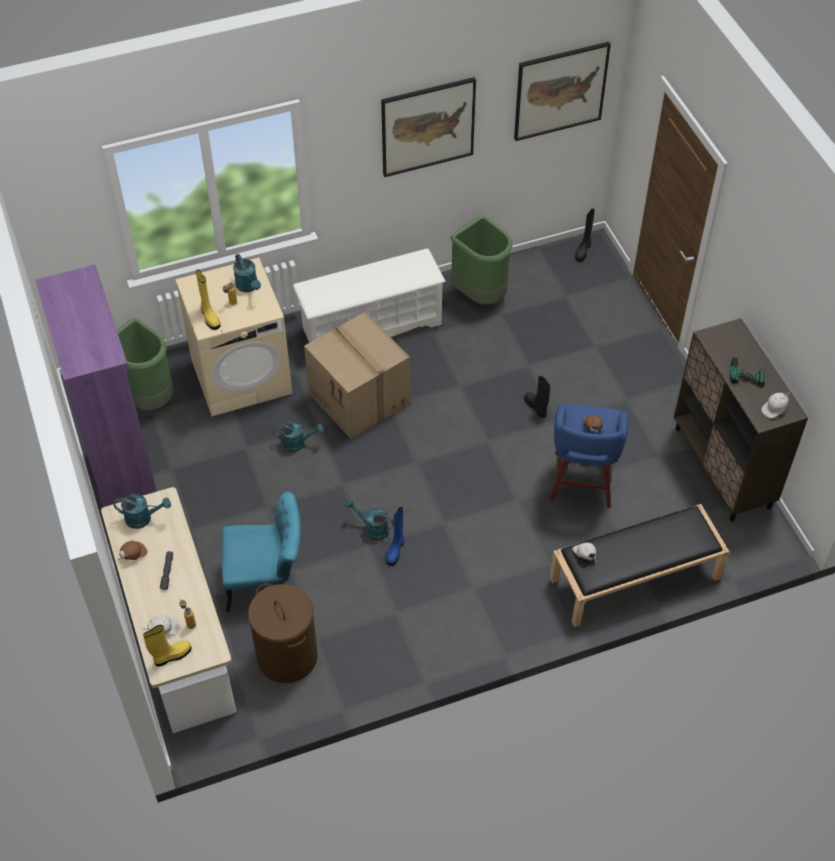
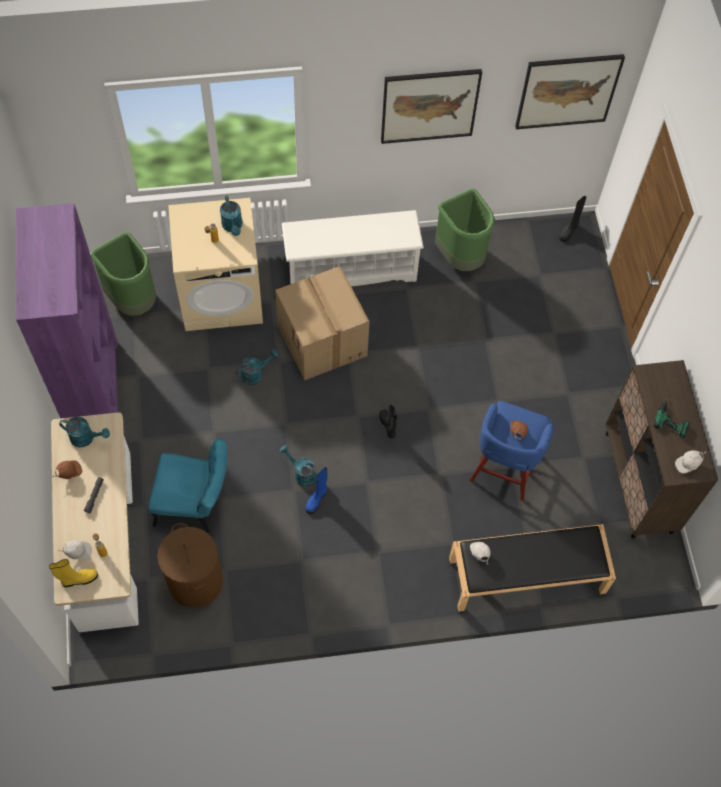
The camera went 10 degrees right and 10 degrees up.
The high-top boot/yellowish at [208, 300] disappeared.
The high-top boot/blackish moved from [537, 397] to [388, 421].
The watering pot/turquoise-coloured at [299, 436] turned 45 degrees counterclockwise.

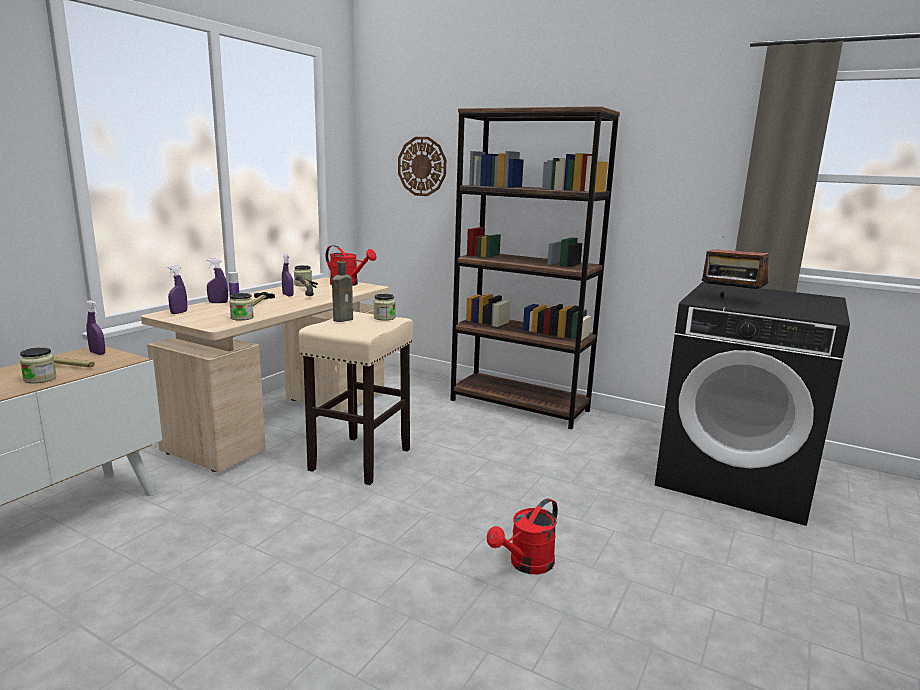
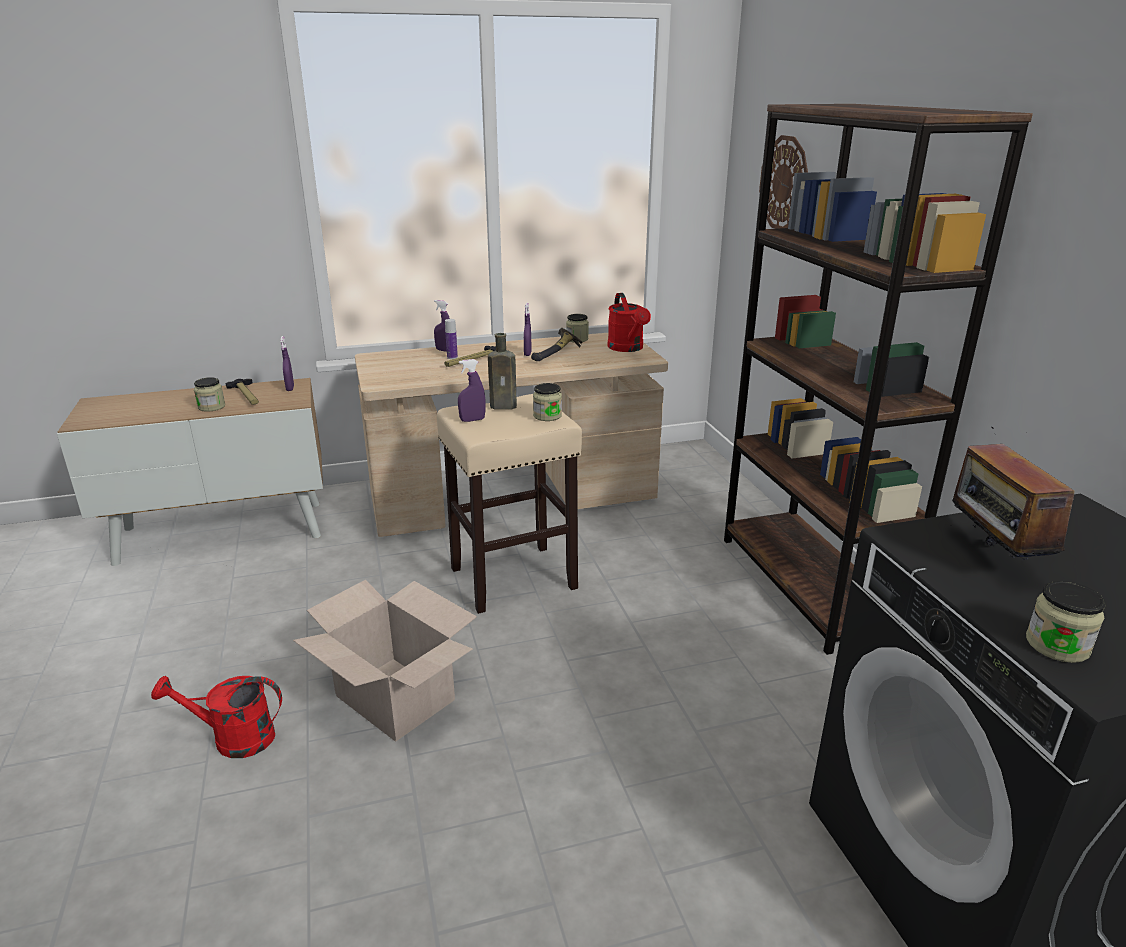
The camera went 45 degrees right and 10 degrees up.
The cardboard box at [385, 661] appeared.
The spray bottle/purple moved from [177, 289] to [471, 390].
The preserve jar moved from [241, 307] to [1066, 622].
The watering pot/reddish moved from [522, 536] to [216, 717].

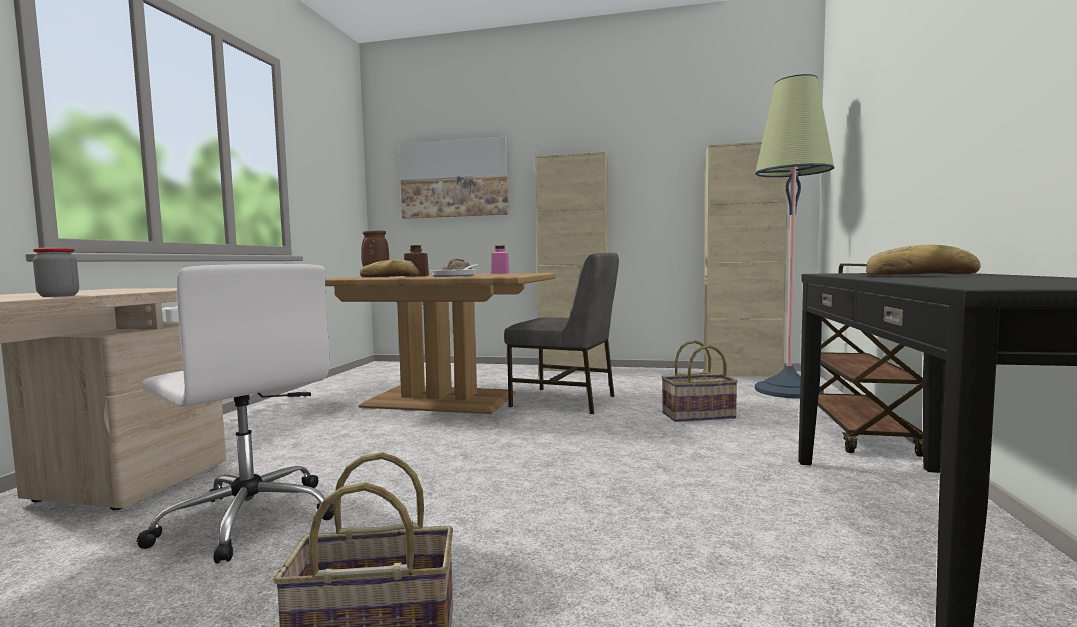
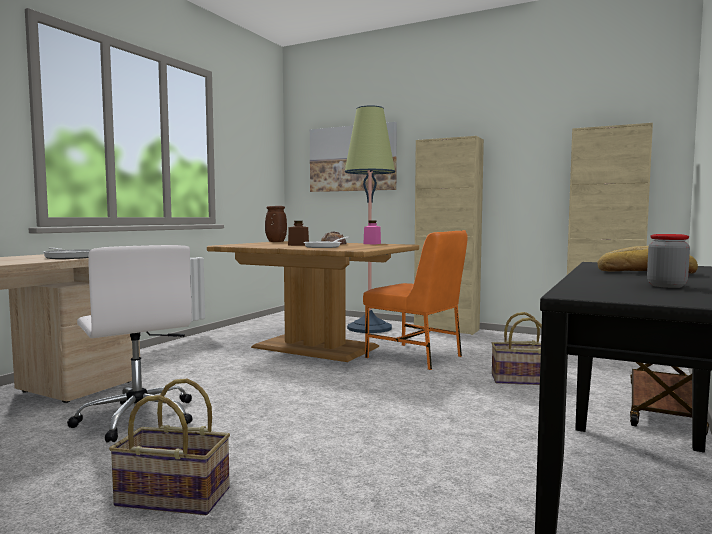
The camera went 15 degrees right and 0 degrees up.
The bakery bread at [389, 268] disappeared.
The skillet at [66, 253] appeared.
The preserve jar moved from [56, 272] to [668, 261].
The standing lamp moved from [795, 236] to [370, 219].
The upright chair/grey at [561, 333] became the upright chair/orangey at [415, 300].

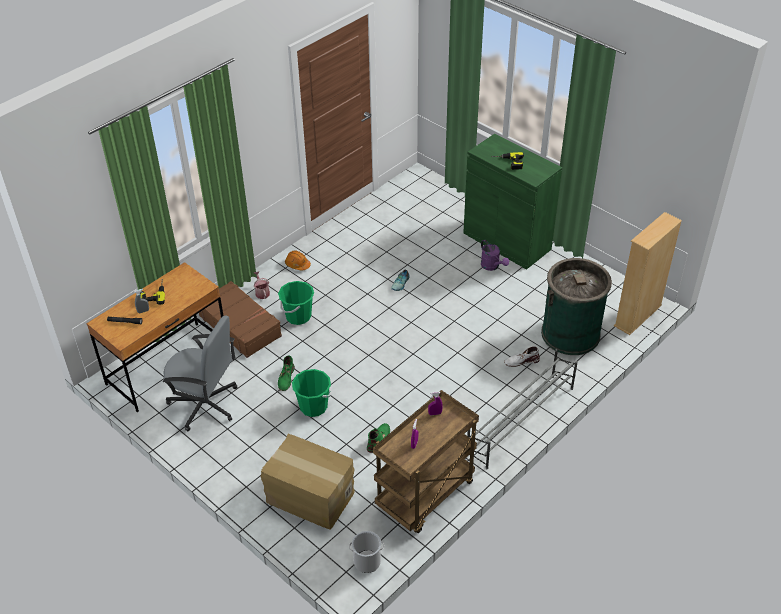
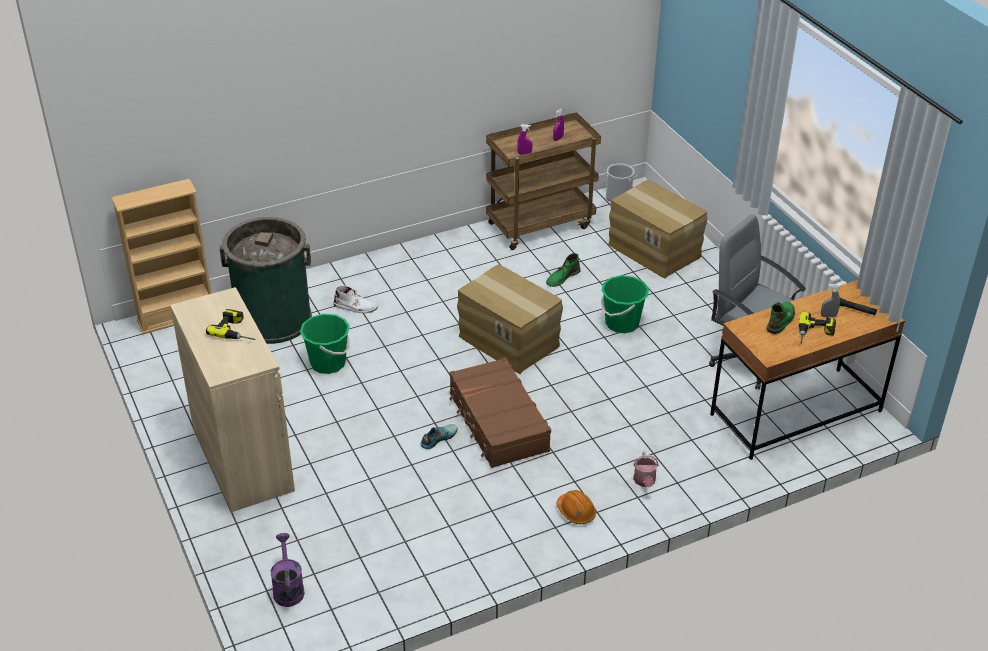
The camera went 160 degrees left and 5 degrees down.
The shoe shelf/grey at [522, 409] disappeared.
The cardboard box at [510, 319] appeared.
The travel case/brownish moved from [240, 319] to [500, 412].
The pail/green moved from [296, 303] to [325, 344].
The high-top boot/green moved from [286, 373] to [781, 317].
The watering pot/purple moved from [495, 255] to [288, 570].
The storage cabinet/green at [512, 202] became the storage cabinet/beige at [232, 399].

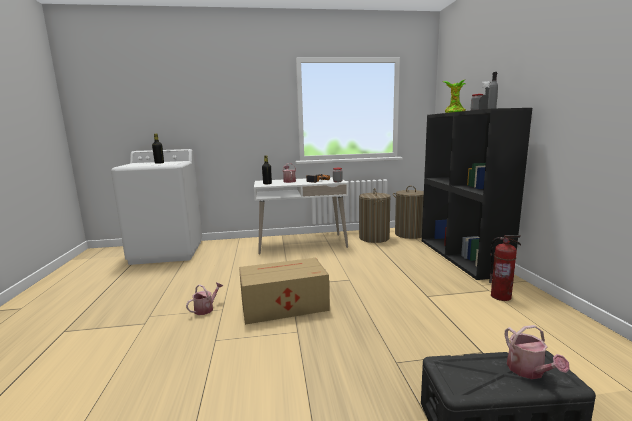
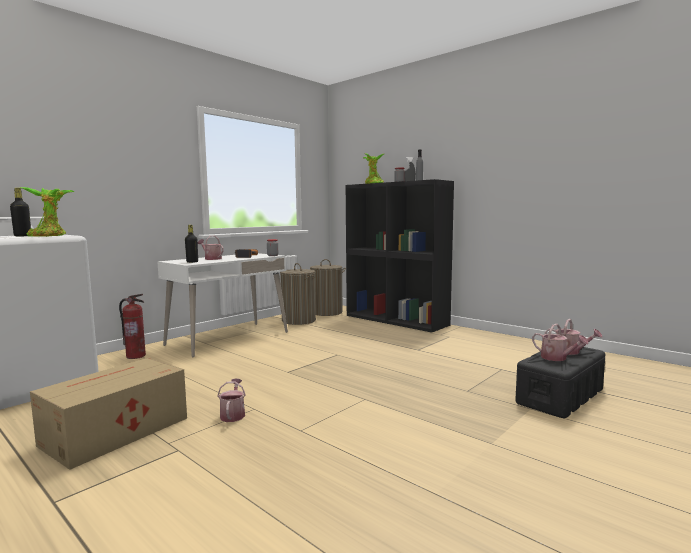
The camera went 40 degrees left and 5 degrees down.
The plant in a pot at [47, 212] appeared.
The watering pot at [560, 342] appeared.
The cardboard box moved from [284, 291] to [108, 414].
The fire extinguisher moved from [505, 268] to [132, 326].

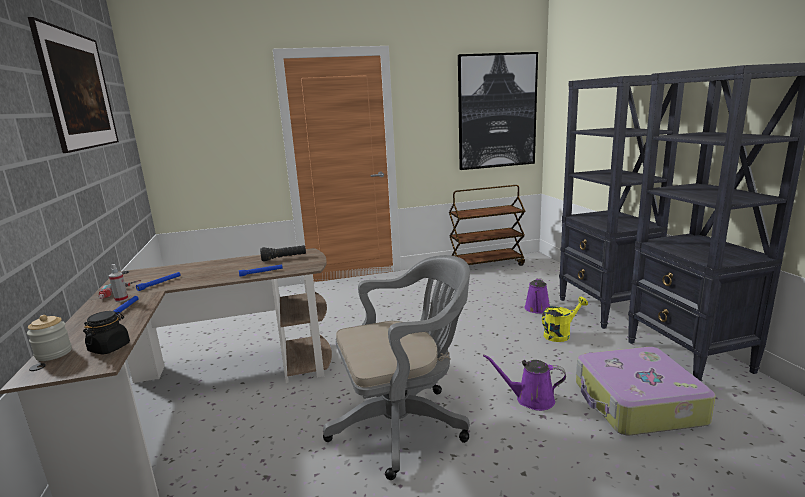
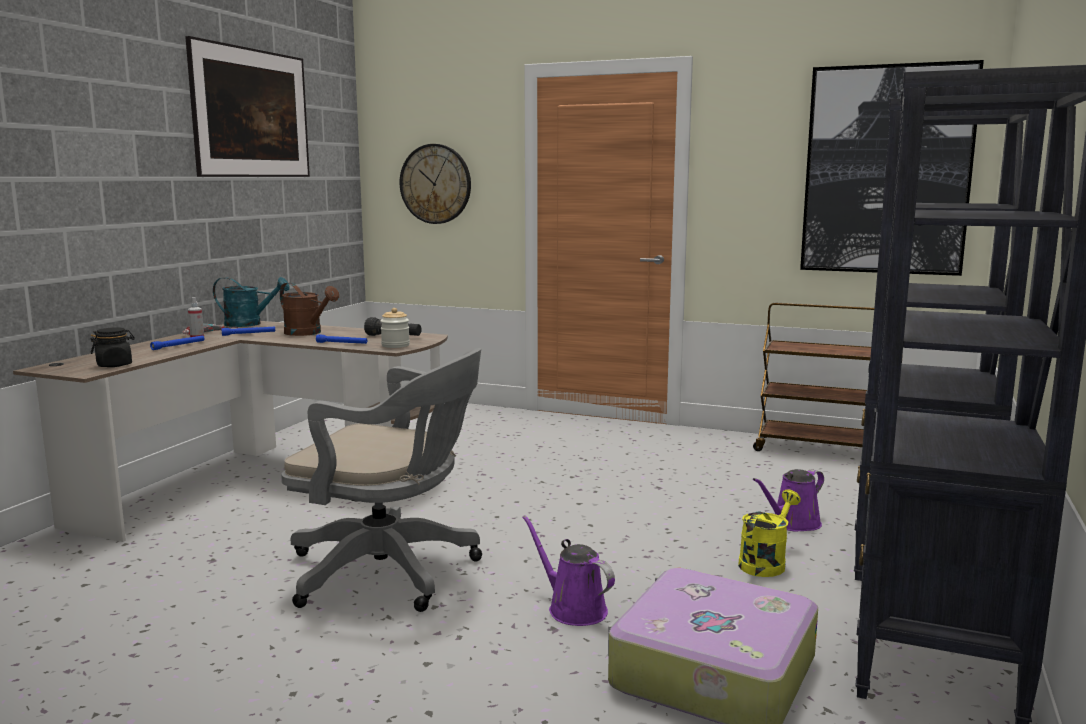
The camera went 35 degrees right and 5 degrees down.
The watering pot/turquoise-coloured at [251, 302] appeared.
The watering pot/brownish at [309, 309] appeared.
The wall clock at [435, 184] appeared.
The preserve jar moved from [49, 338] to [395, 328].
The watering pot/yellowish at [565, 319] turned 60 degrees counterclockwise.

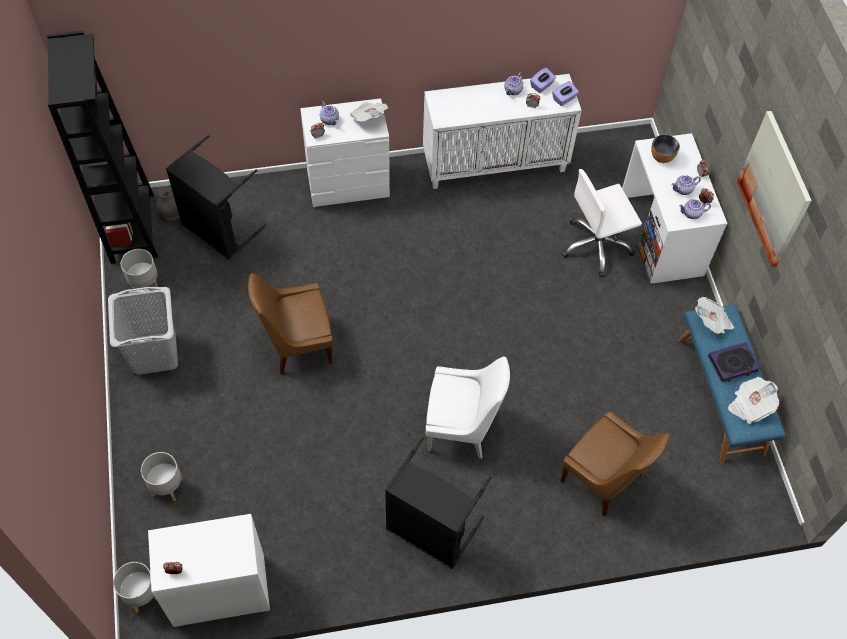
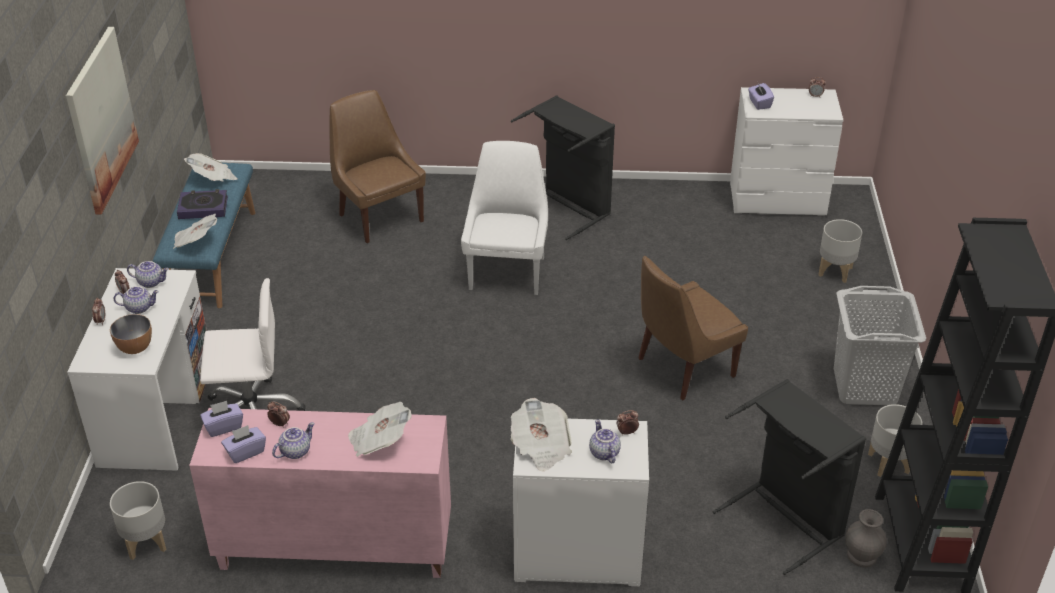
The camera went 165 degrees left and 20 degrees down.
The printed paper at [380, 429] appeared.
The tissue box/purple at [761, 96] appeared.
The flower pot/grey moved from [134, 587] to [138, 520].
The storage cabinet/white at [502, 131] became the storage cabinet/pink-coloured at [320, 493].
The upright chair/brownish at [290, 324] turned 150 degrees clockwise.
The upright chair/white at [468, 407] turned 75 degrees clockwise.

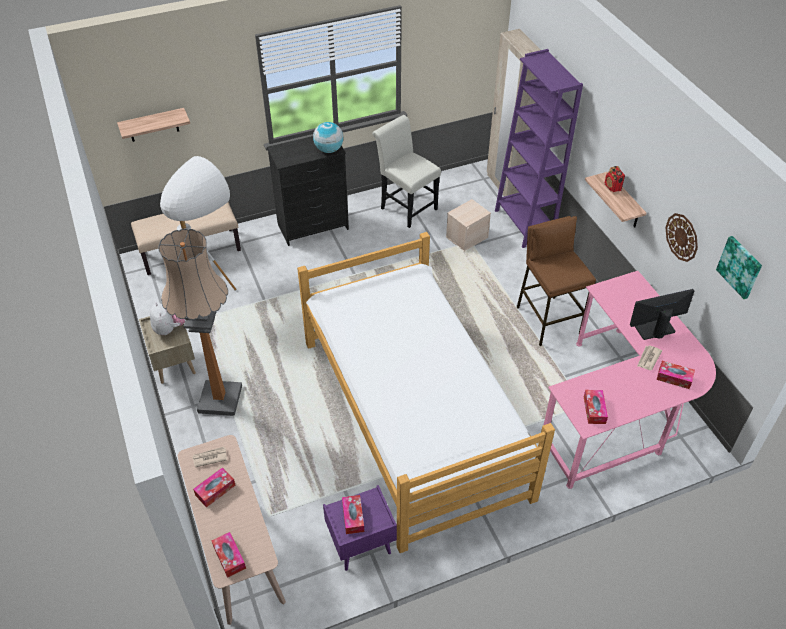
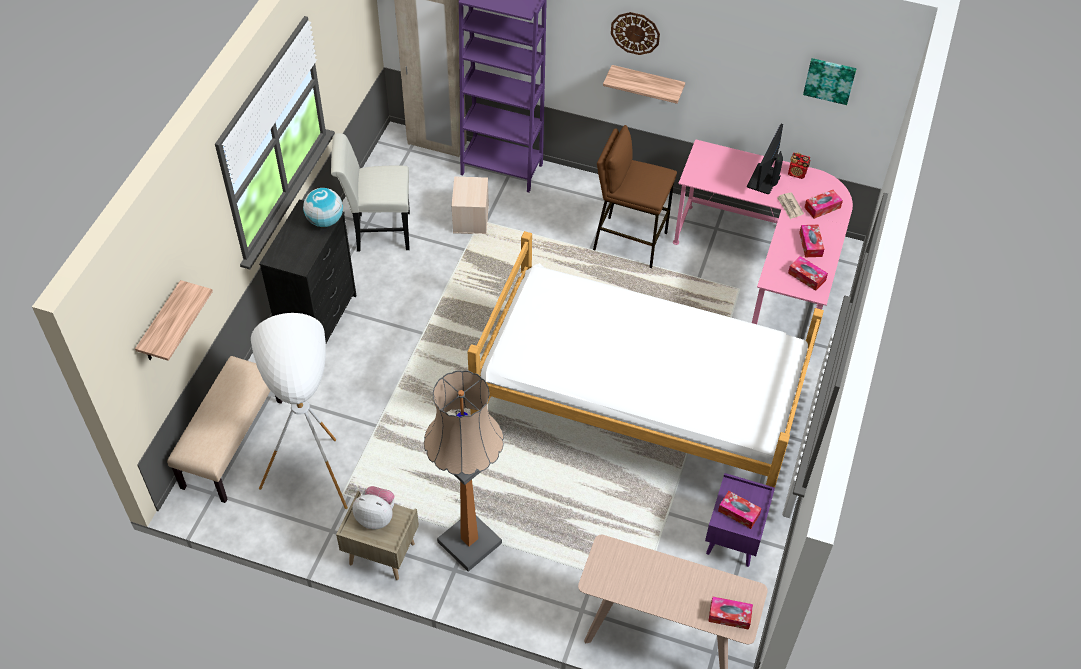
The camera went 50 degrees left and 5 degrees up.
The printed paper at [209, 456] disappeared.
The tissue box moved from [214, 487] to [811, 241].
The radio set moved from [614, 179] to [799, 166].
The wall clock moved from [681, 237] to [635, 33].

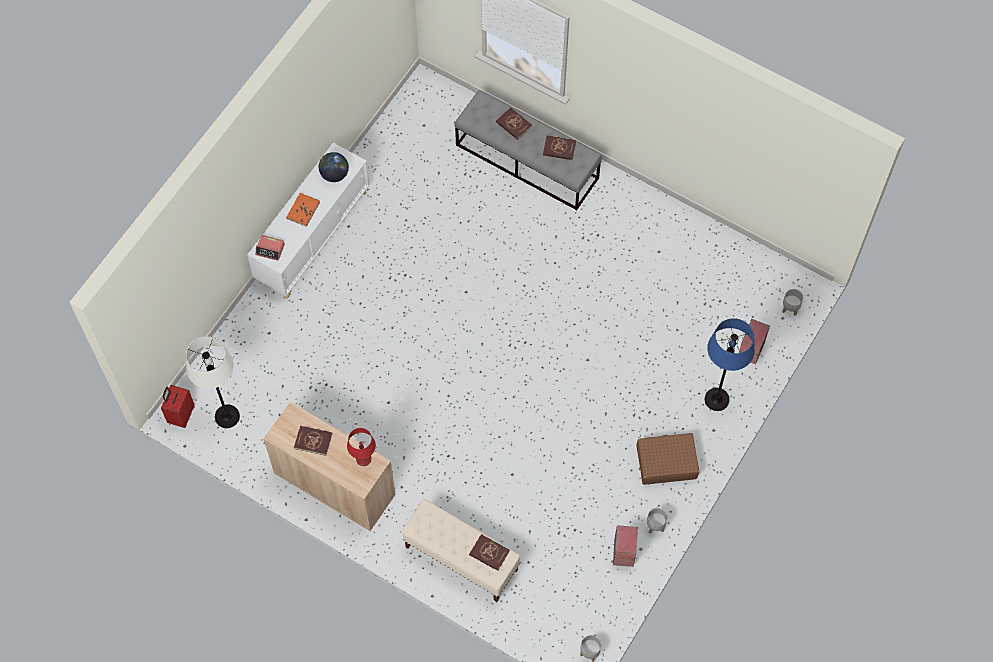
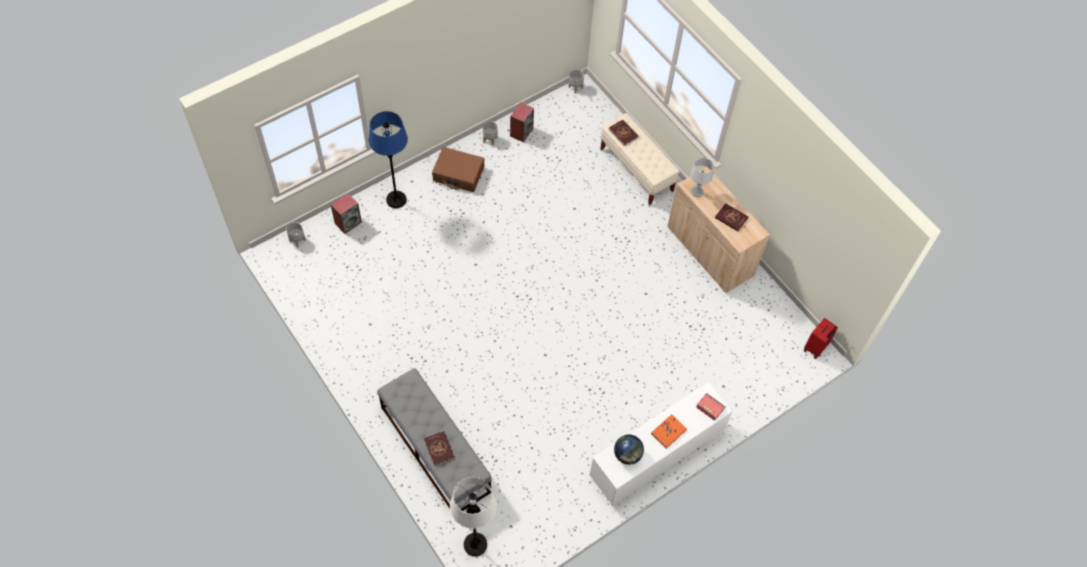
The camera went 160 degrees left and 5 degrees down.
The bound book/reddish at [559, 147] disappeared.
The standing lamp/white moved from [213, 382] to [473, 516].
The table lamp/reddish at [361, 447] became the table lamp/grey at [702, 177].

